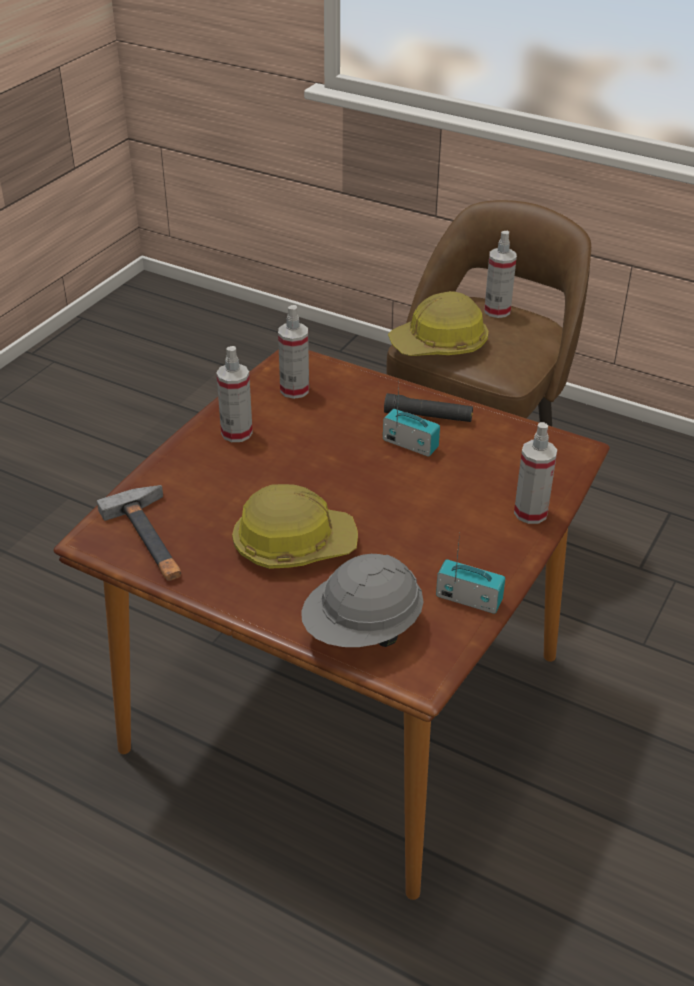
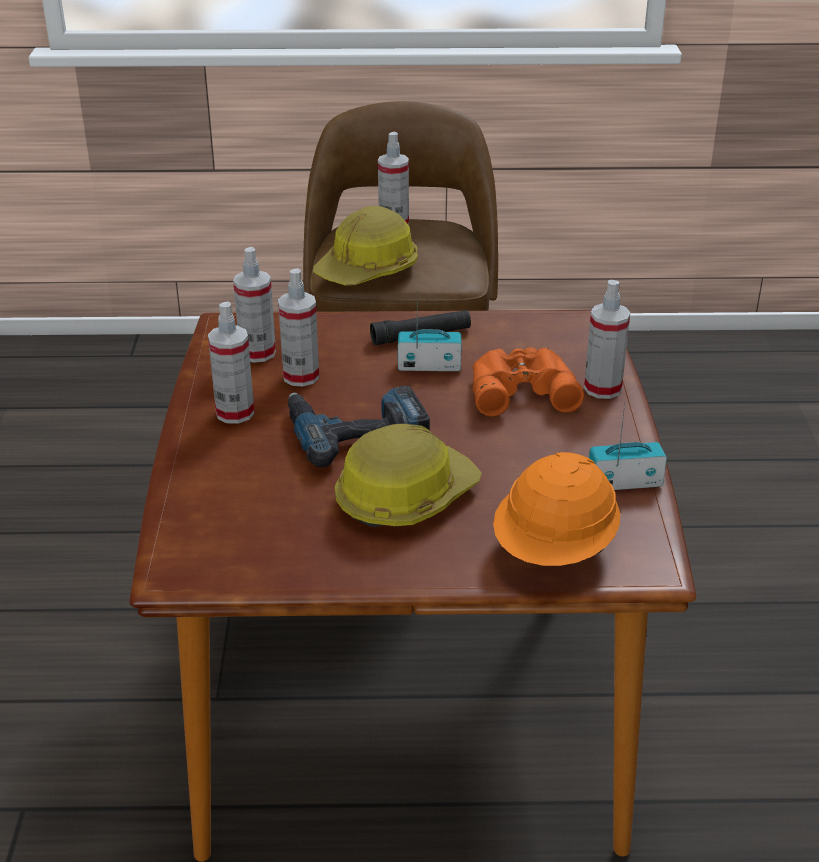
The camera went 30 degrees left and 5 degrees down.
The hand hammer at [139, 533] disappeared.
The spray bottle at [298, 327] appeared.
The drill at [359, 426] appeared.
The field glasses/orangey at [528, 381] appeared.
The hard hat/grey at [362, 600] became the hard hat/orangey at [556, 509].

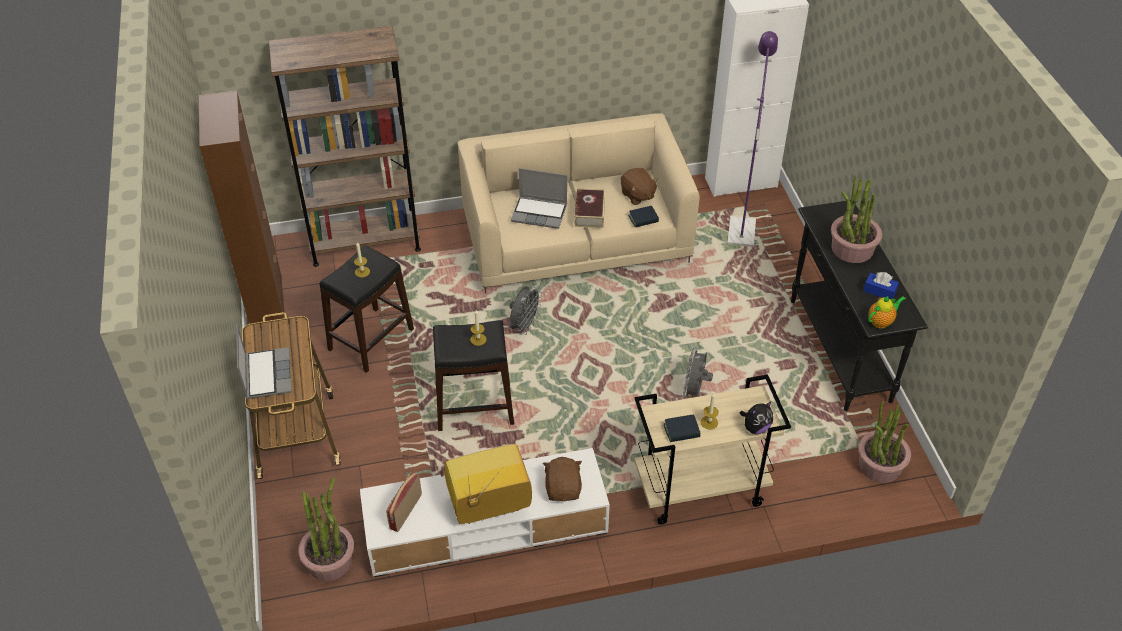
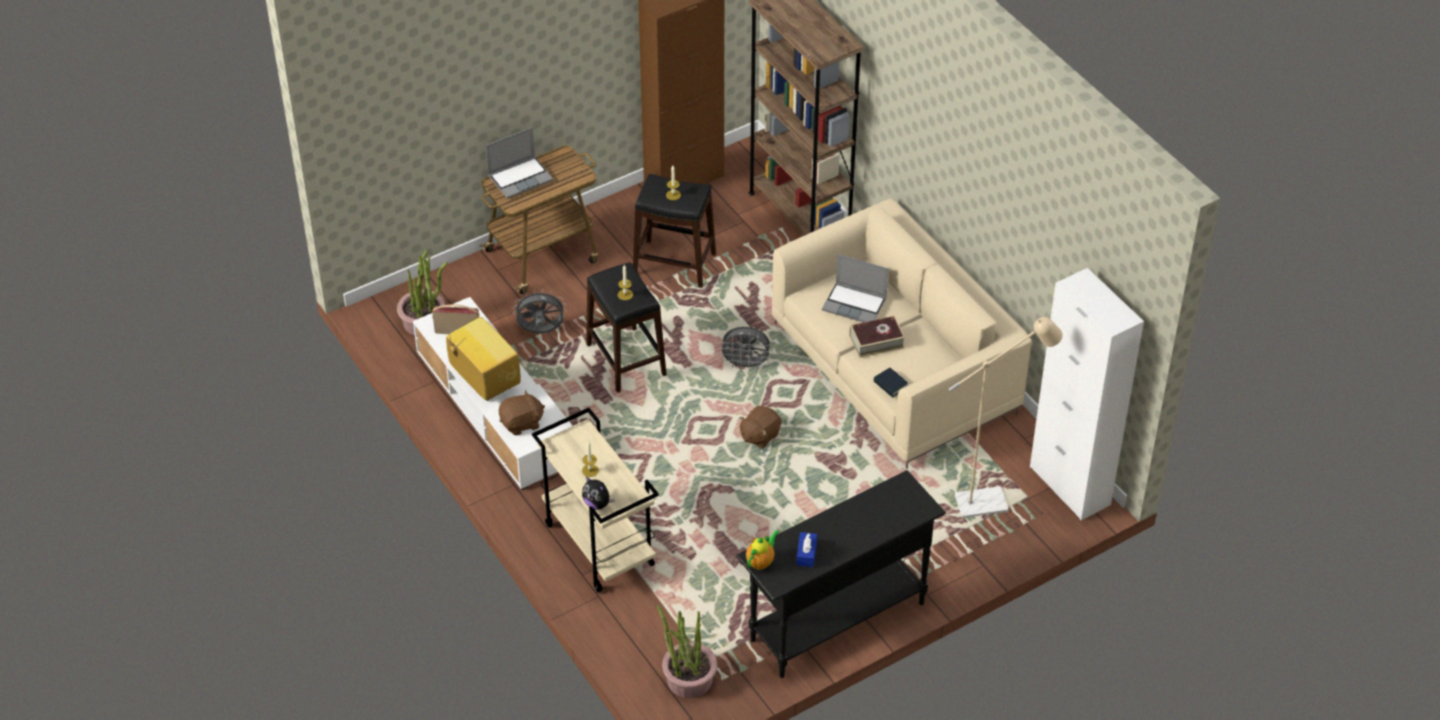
The camera went 70 degrees right and 0 degrees up.
The bound book at [682, 428] disappeared.
The plant in a pot at [856, 219] disappeared.
The soft toy/brownish moved from [639, 186] to [760, 427].
The electric fan/grey moved from [698, 373] to [540, 311].
The standing lamp/purple at [752, 139] became the standing lamp/beige at [1005, 417].
The notebook computer at [539, 198] turned 60 degrees counterclockwise.
The pot for tea at [887, 312] turned 90 degrees counterclockwise.

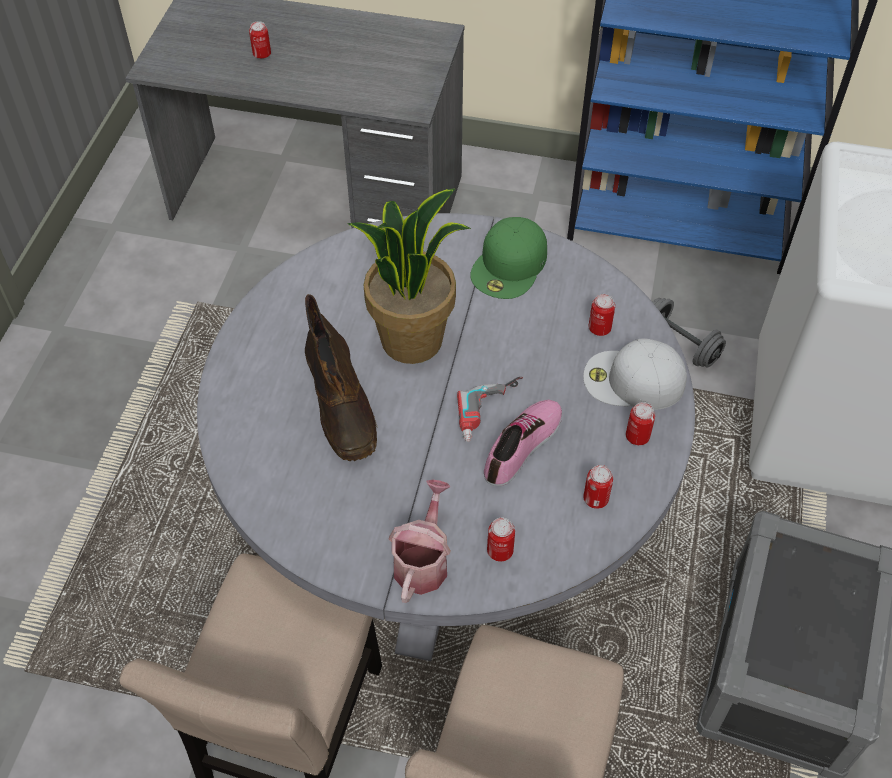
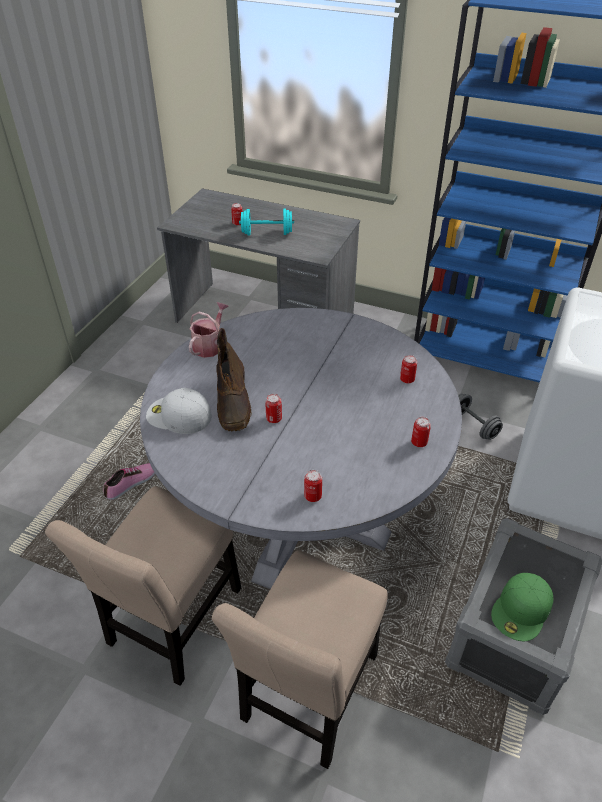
The camera went 10 degrees right and 10 degrees down.
The plant in a pot at [409, 276] disappeared.
The drill at [490, 409] disappeared.
The free weight/turquoise-coloured at [266, 222] appeared.
The watering pot moved from [420, 541] to [209, 330].
The cap/green moved from [508, 258] to [522, 607].
The item of footwear moved from [523, 442] to [129, 481].
The cap/white moved from [635, 374] to [179, 411].
The sealed can moved from [598, 487] to [273, 408].

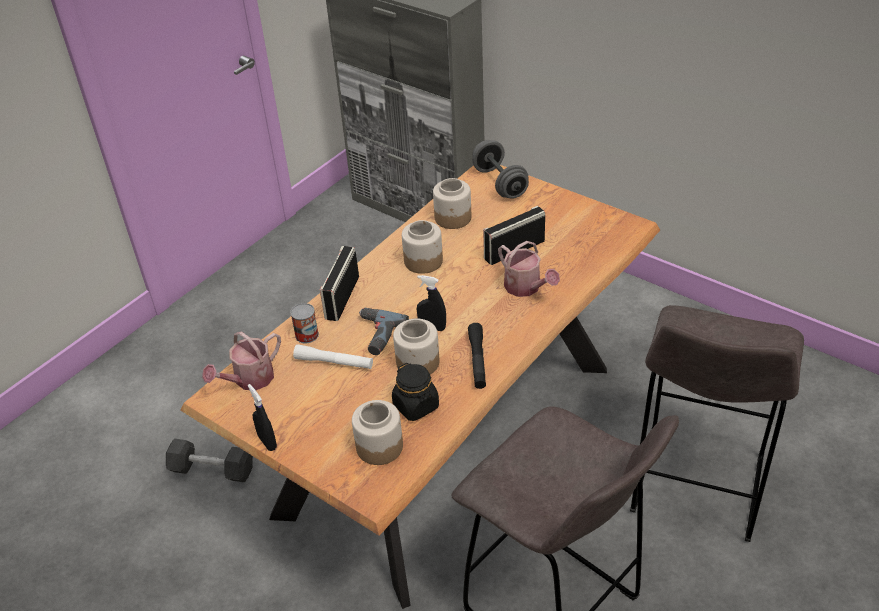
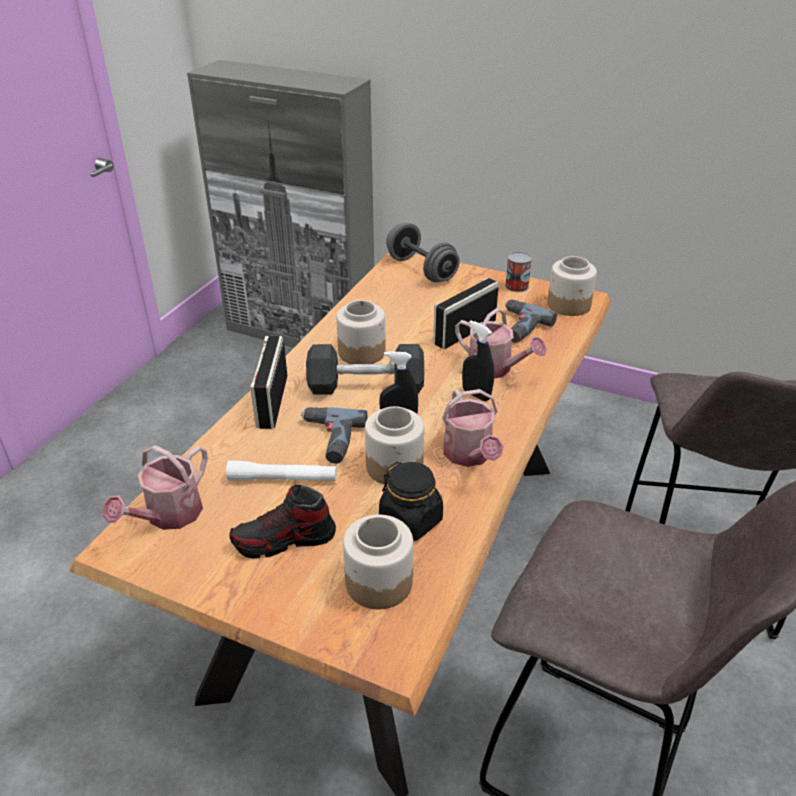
The camera went 15 degrees left and 5 degrees down.
The item of footwear at [283, 521] appeared.
The drill at [531, 321] appeared.
The free weight/blackish moved from [209, 460] to [365, 369].
The spray bottle/blackish moved from [262, 417] to [478, 360].
The sealed can moved from [304, 323] to [518, 272].
The preserve jar moved from [452, 203] to [572, 286].
The flashlight/blackish at [477, 356] was replaced by the watering pot at [472, 428].

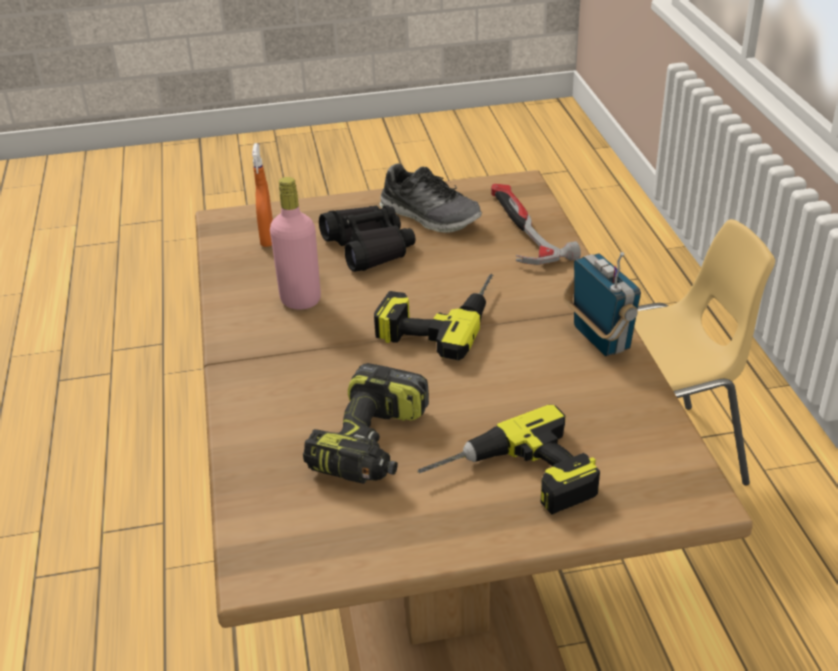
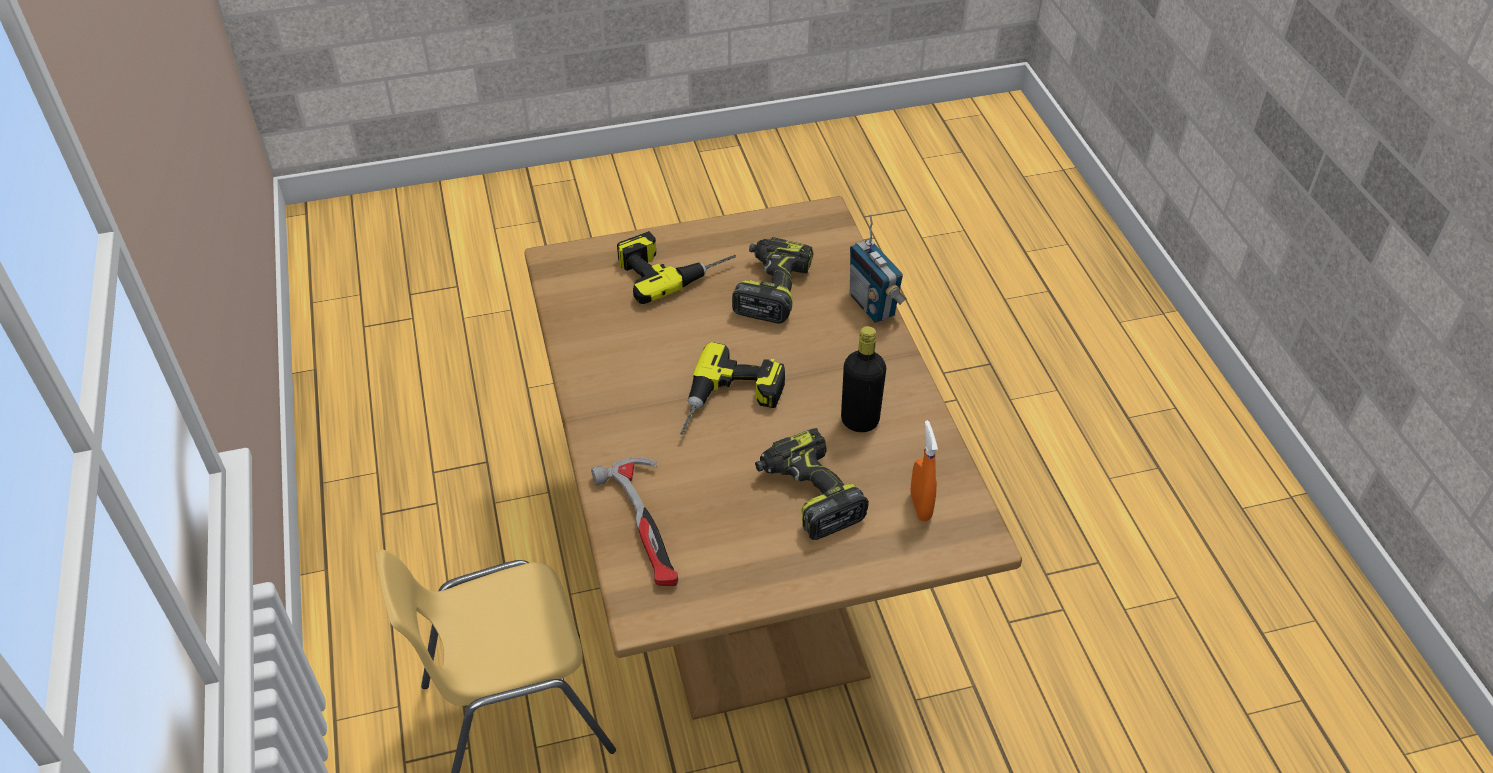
The camera went 175 degrees right and 10 degrees up.
The item of footwear at [431, 198] disappeared.
The radio set moved from [602, 304] to [878, 268].
The field glasses/blackish at [367, 238] was replaced by the drill at [812, 484].
The bottle/pink-coloured at [295, 243] became the bottle/blackish at [863, 379].

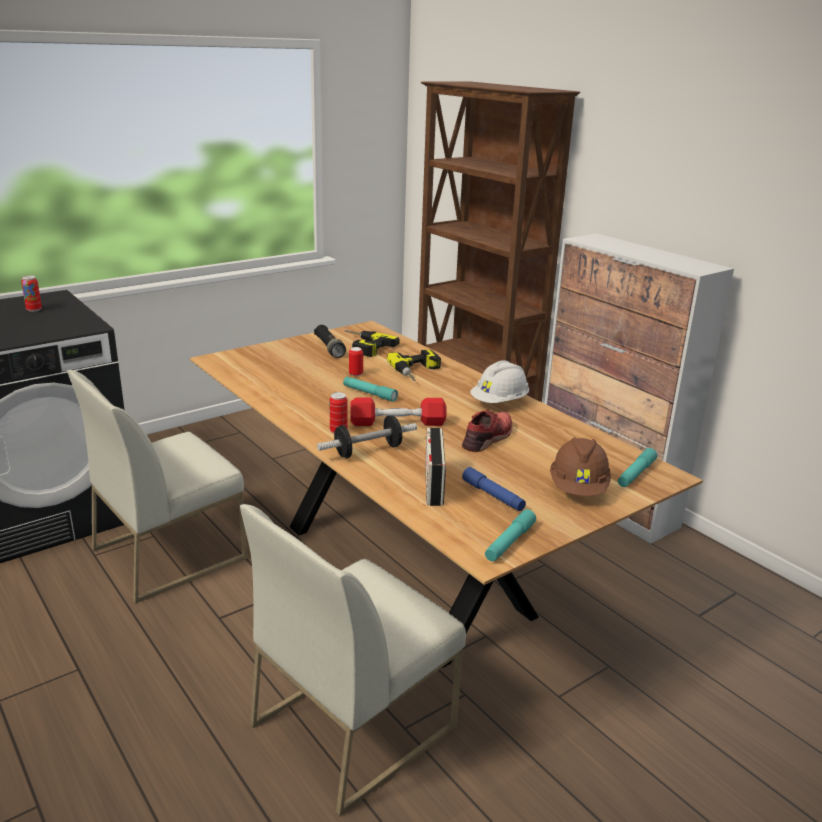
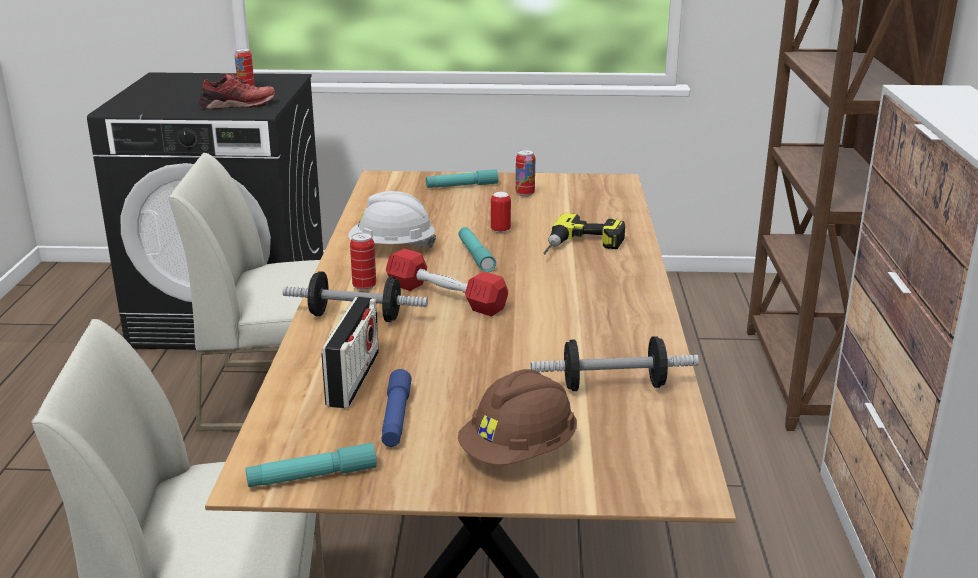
The camera went 40 degrees right and 0 degrees up.
The drill at [372, 343] disappeared.
The free weight at [615, 363] appeared.
The item of footwear/reddish moved from [487, 431] to [237, 91].
The hard hat/white moved from [499, 381] to [392, 219].
The flashlight/turquoise-coloured moved from [637, 467] to [462, 178].
The flashlight/blackish at [330, 341] was replaced by the sealed can at [525, 173].
The radio set at [435, 467] turned 150 degrees clockwise.

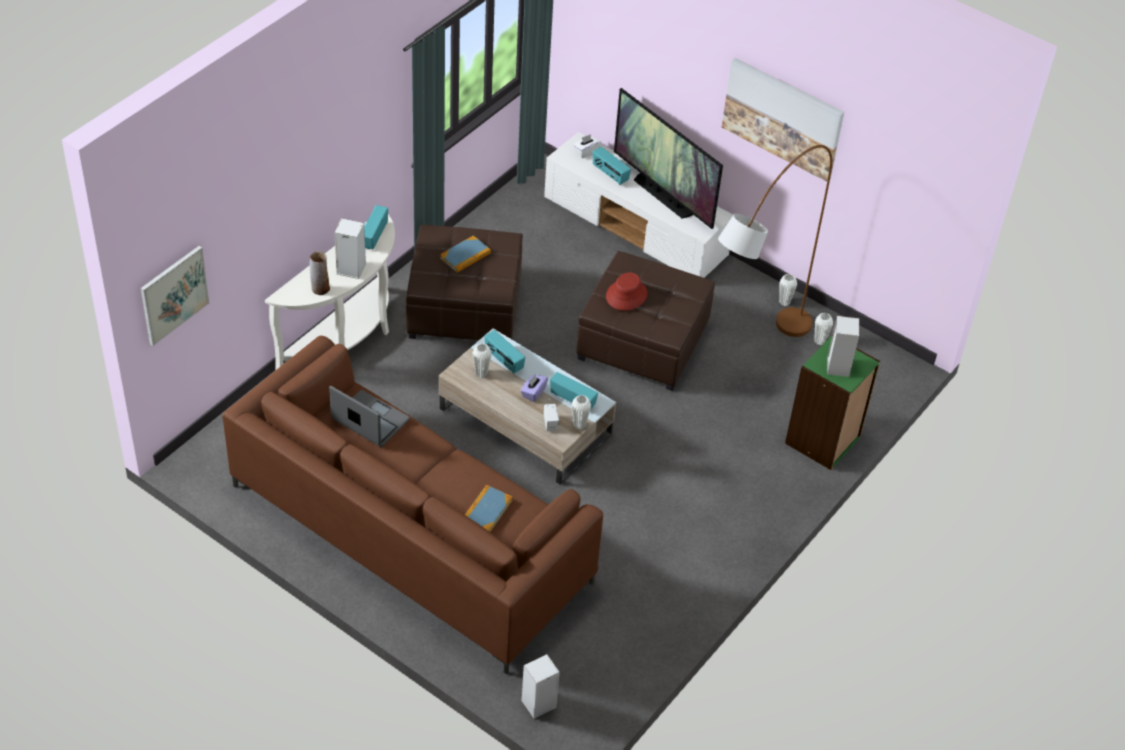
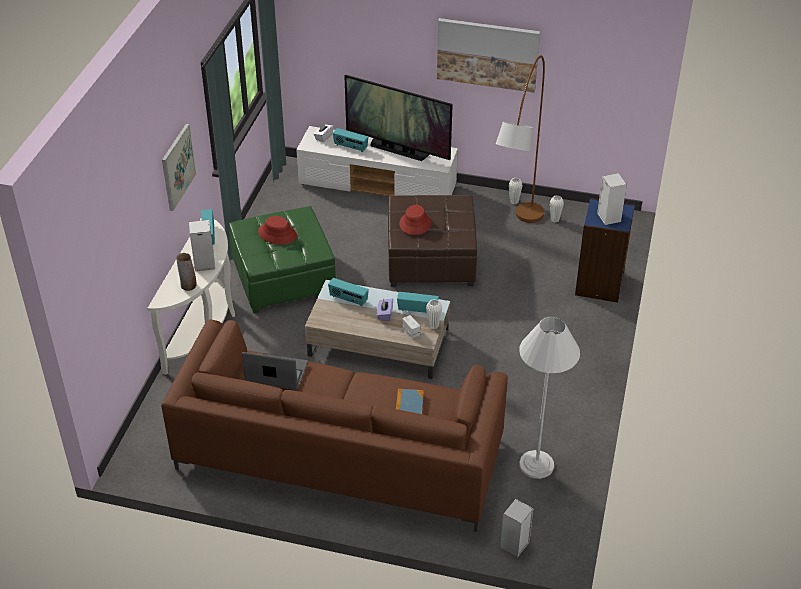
The camera went 20 degrees left and 5 degrees down.
The decorative vase/white at [482, 361] disappeared.
The standing lamp/white at [549, 397] appeared.
The picture moved from [174, 296] to [179, 167].
The bound book at [465, 254] was replaced by the hat/reddish at [277, 230].
The ottoman/brownish at [464, 282] became the ottoman/green at [282, 259].
The bookshelf/green at [832, 402] became the bookshelf/blue at [605, 250].

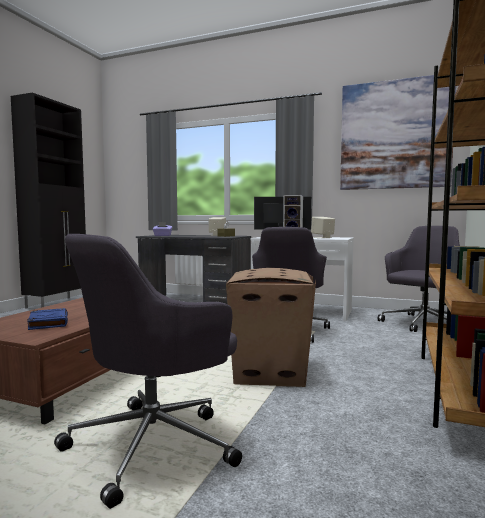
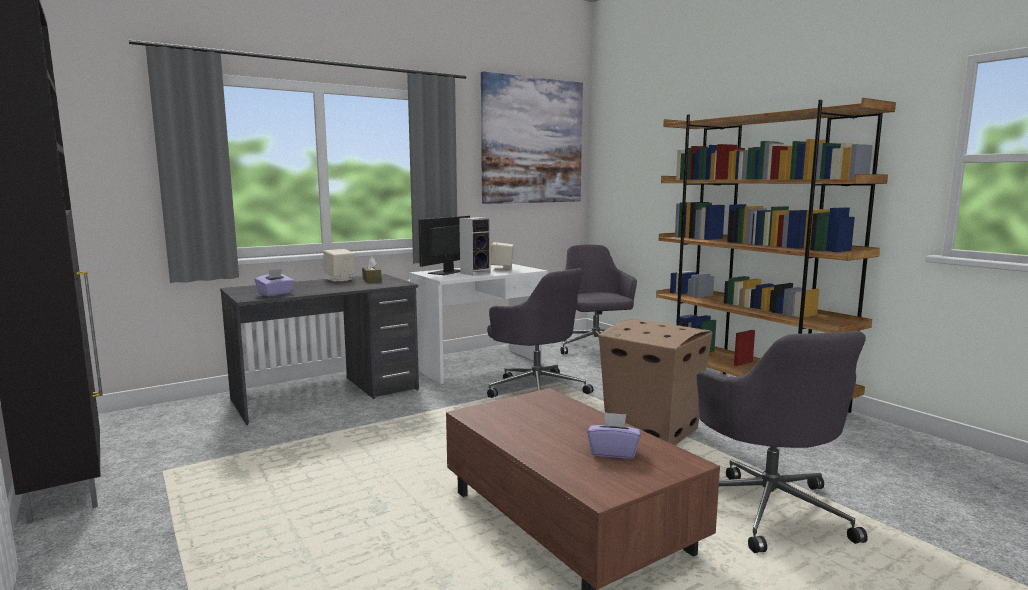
The camera went 55 degrees left and 5 degrees up.
The bound book/blue at [47, 319] was replaced by the tissue box/purple at [614, 435].

